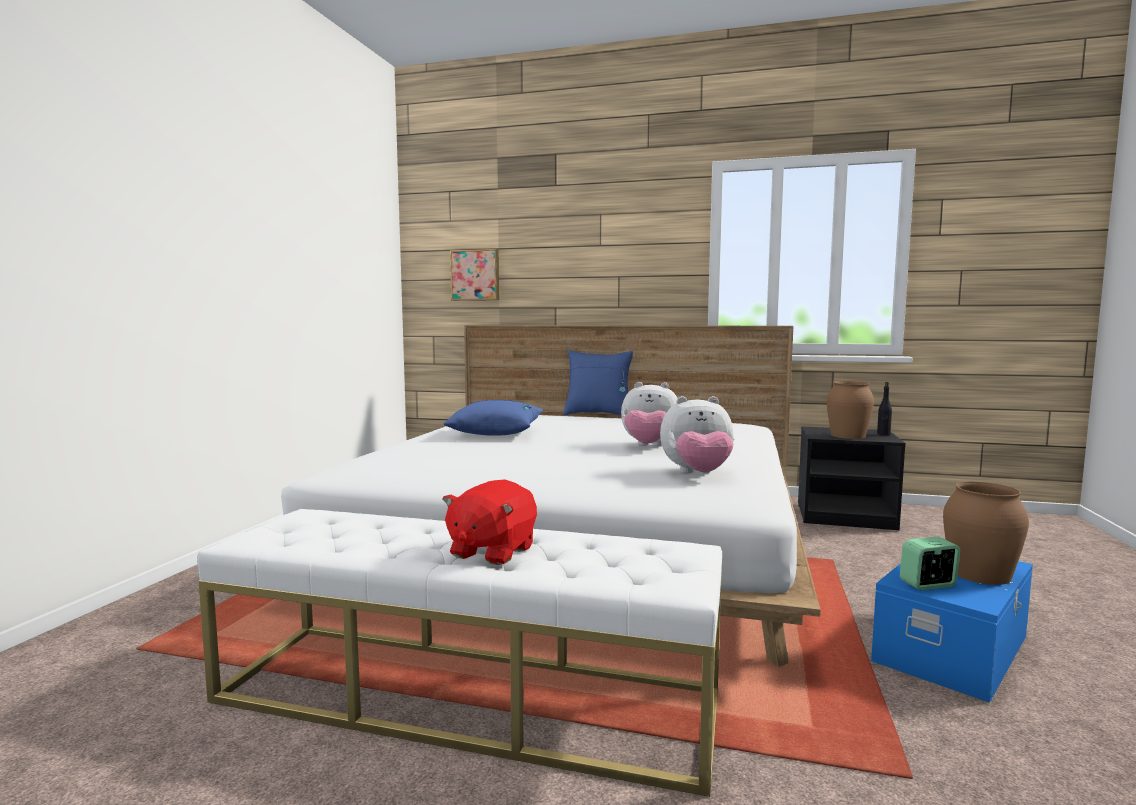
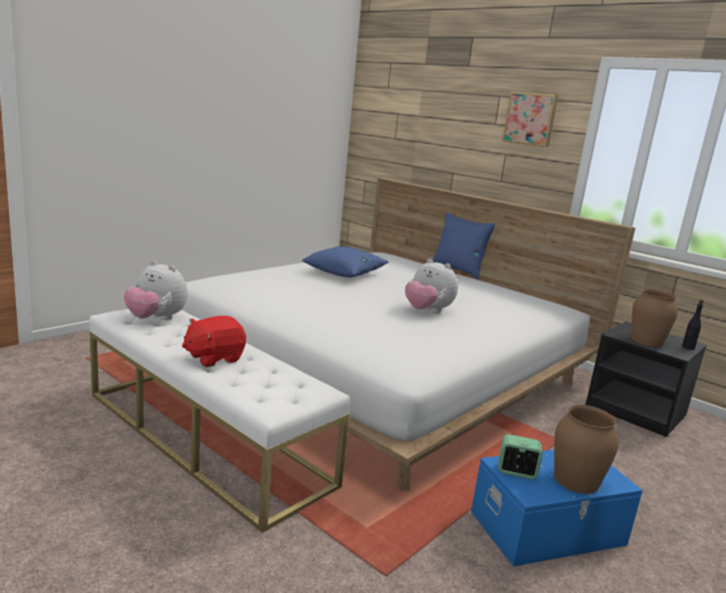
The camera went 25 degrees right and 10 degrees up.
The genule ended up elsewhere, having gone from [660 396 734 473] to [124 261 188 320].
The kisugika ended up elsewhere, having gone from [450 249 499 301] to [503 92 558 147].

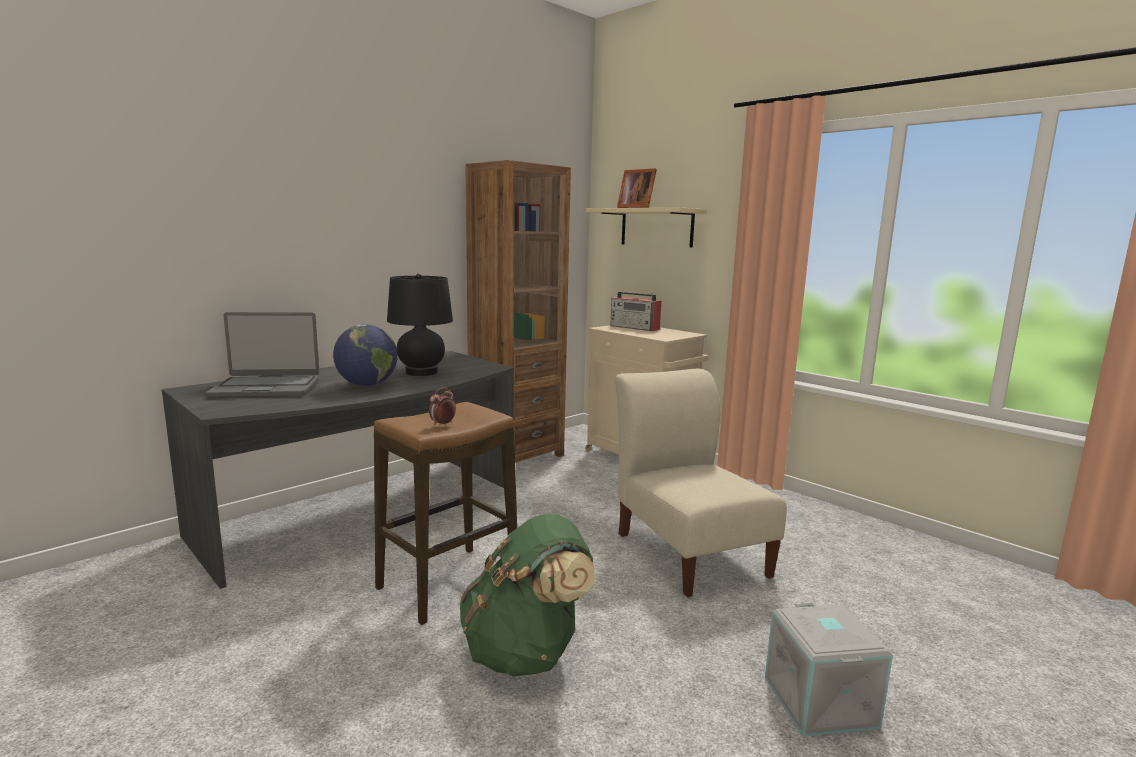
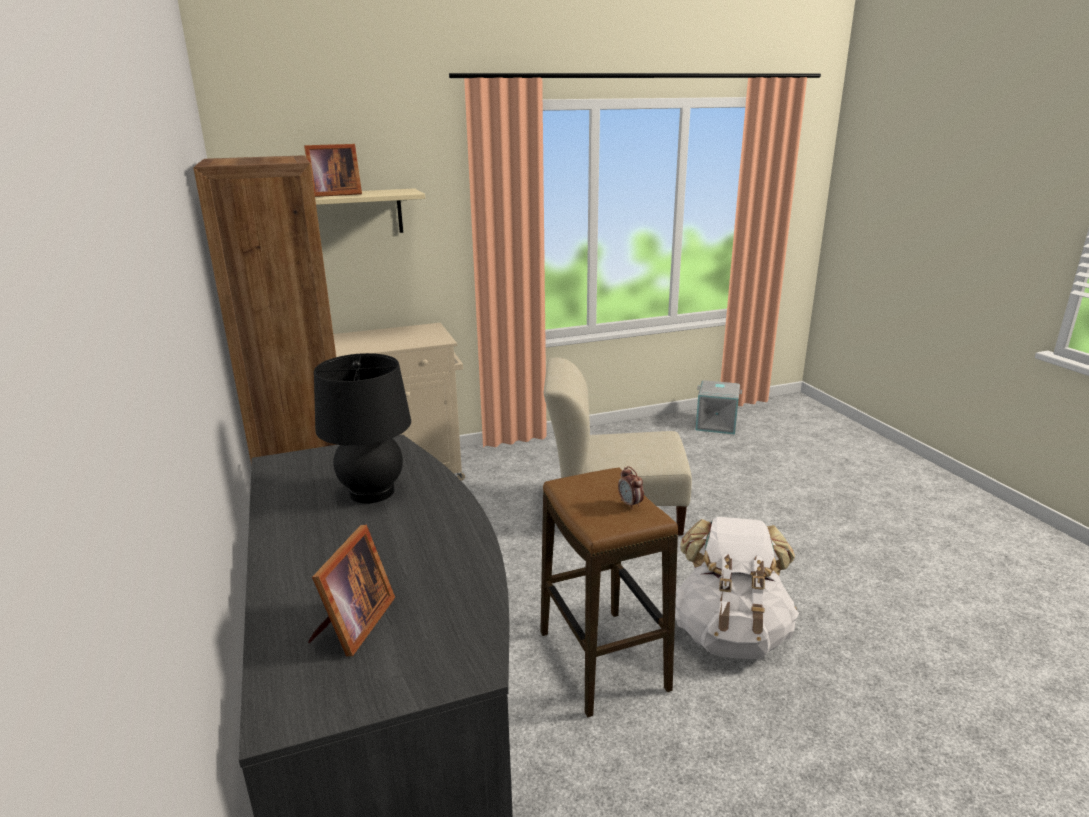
The camera went 65 degrees left and 10 degrees up.
Where the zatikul stood at [206 312 319 398], the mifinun came to stand at [308 525 395 656].
What was the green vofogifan at [460 514 595 676] turned into the white vofogifan at [675 517 799 659].
The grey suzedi ended up elsewhere, having gone from [765 603 893 736] to [696 380 742 434].
The second view lost the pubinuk at [333 324 398 386].
The second view lost the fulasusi at [610 292 661 331].

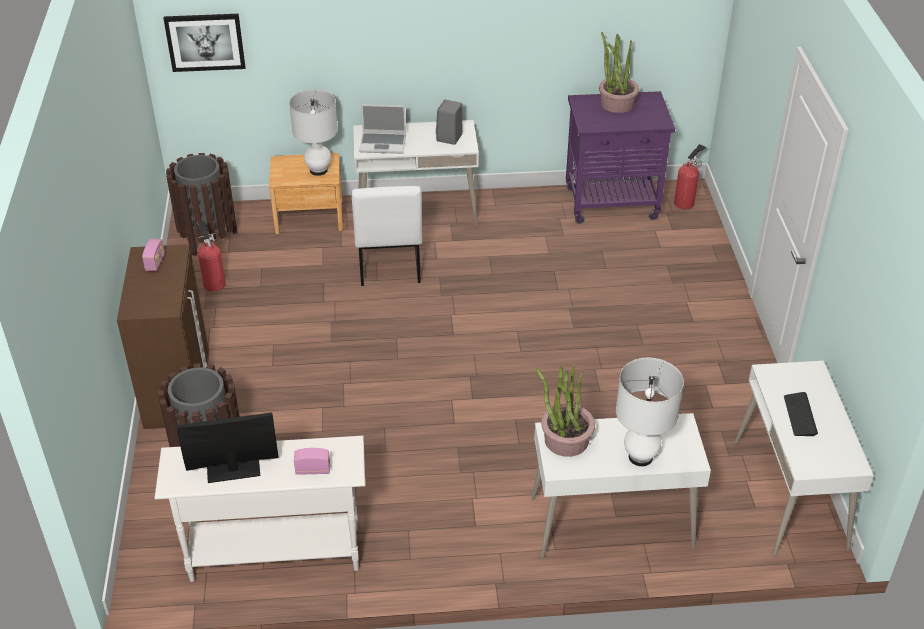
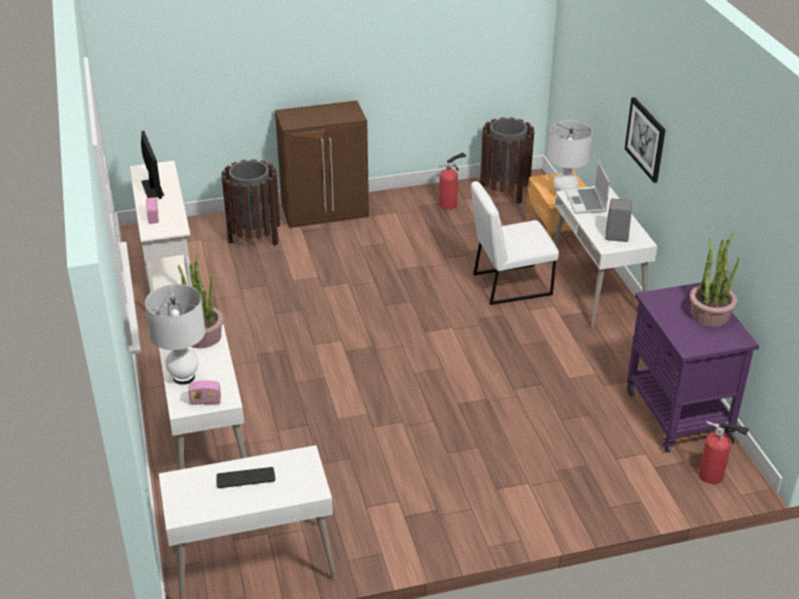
The camera went 80 degrees right and 5 degrees down.
The fulasusi ended up elsewhere, having gone from [142 239 165 271] to [188 380 221 405].
The kisugika ended up elsewhere, having gone from [163 14 245 72] to [625 97 665 183].

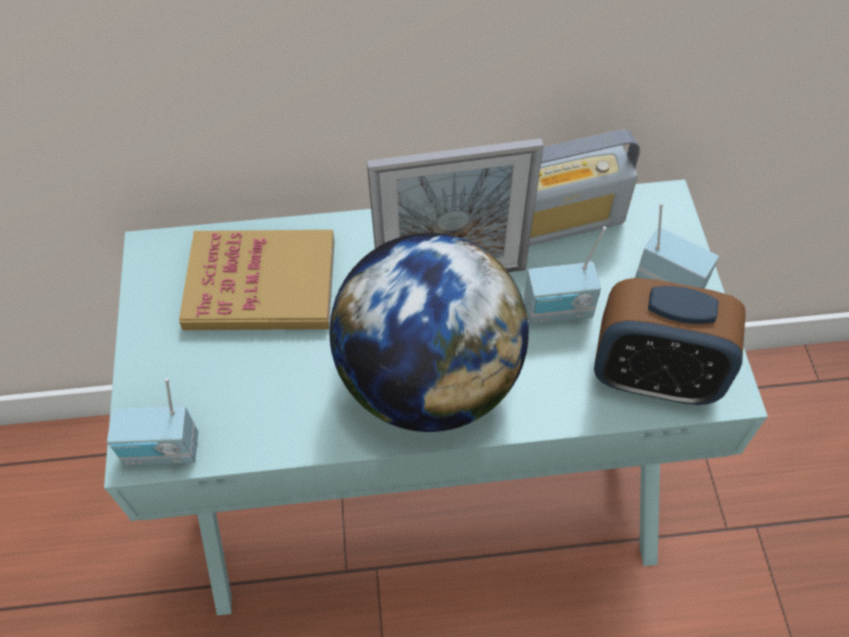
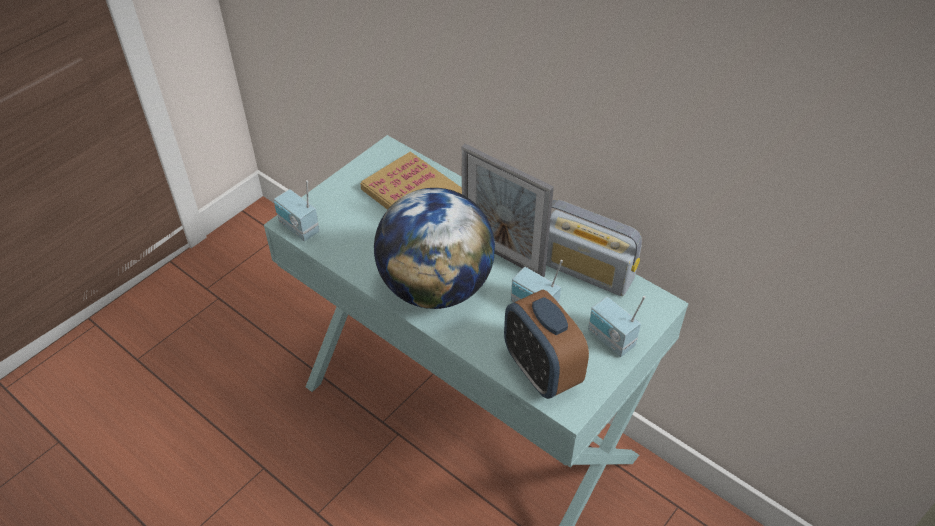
The camera went 45 degrees right and 10 degrees down.
The fulasusi at [635 203 719 289] ended up facing another way, 150 degrees clockwise from before.

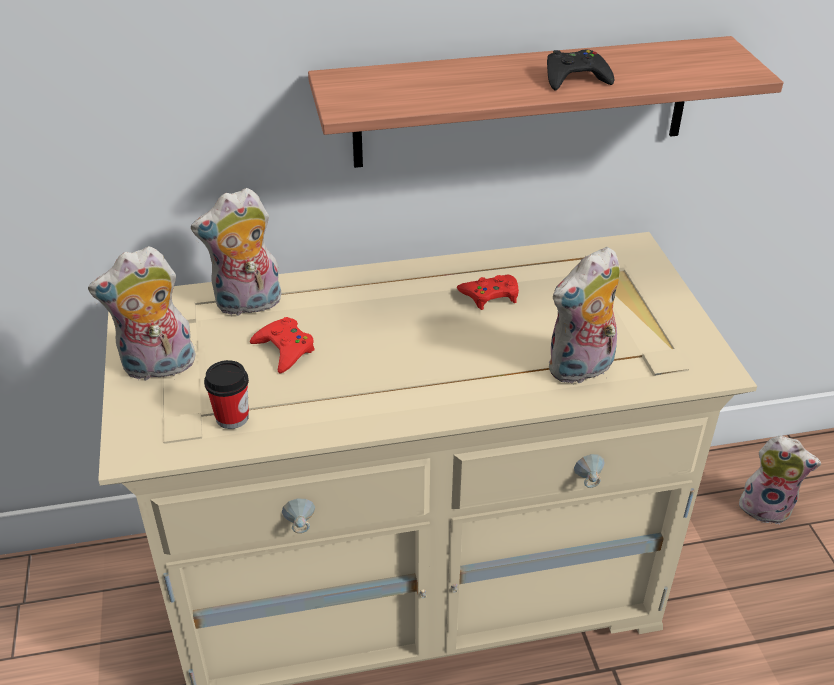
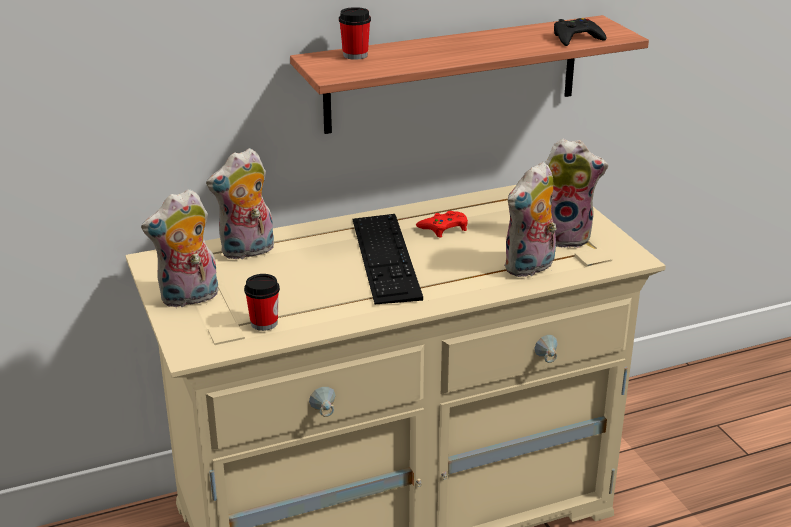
The camera went 10 degrees left and 10 degrees down.
The second view gained the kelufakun at [339 7 371 60].
The second view gained the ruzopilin at [353 214 423 304].
The genule ended up elsewhere, having gone from [739 436 821 525] to [545 139 608 248].
The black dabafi ended up elsewhere, having gone from [547 50 615 91] to [554 18 606 46].
The second view lost the red dabafi at [250 317 315 373].

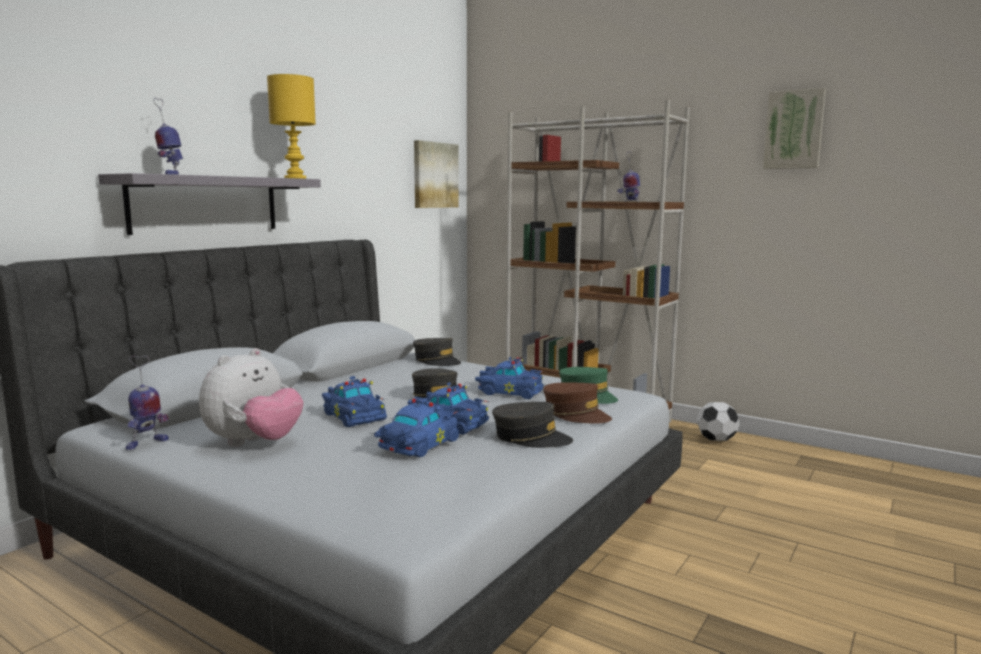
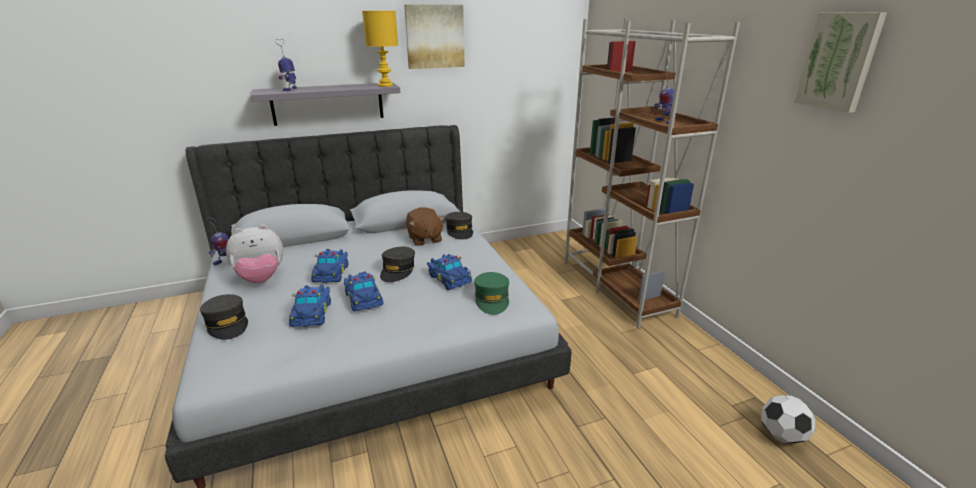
The camera went 35 degrees right and 15 degrees up.
The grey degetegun ended up elsewhere, having gone from [492 402 573 448] to [200 294 248 340].
The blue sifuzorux at [374 398 459 457] ended up facing another way, 105 degrees clockwise from before.
The kisugika ended up elsewhere, having gone from [414 140 459 208] to [404 4 465 69].
The second view gained the brown genule at [406 207 445 246].
The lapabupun ended up elsewhere, having gone from [697 402 740 441] to [761 395 815 444].
The second view lost the brown degetegun at [543 382 612 423].

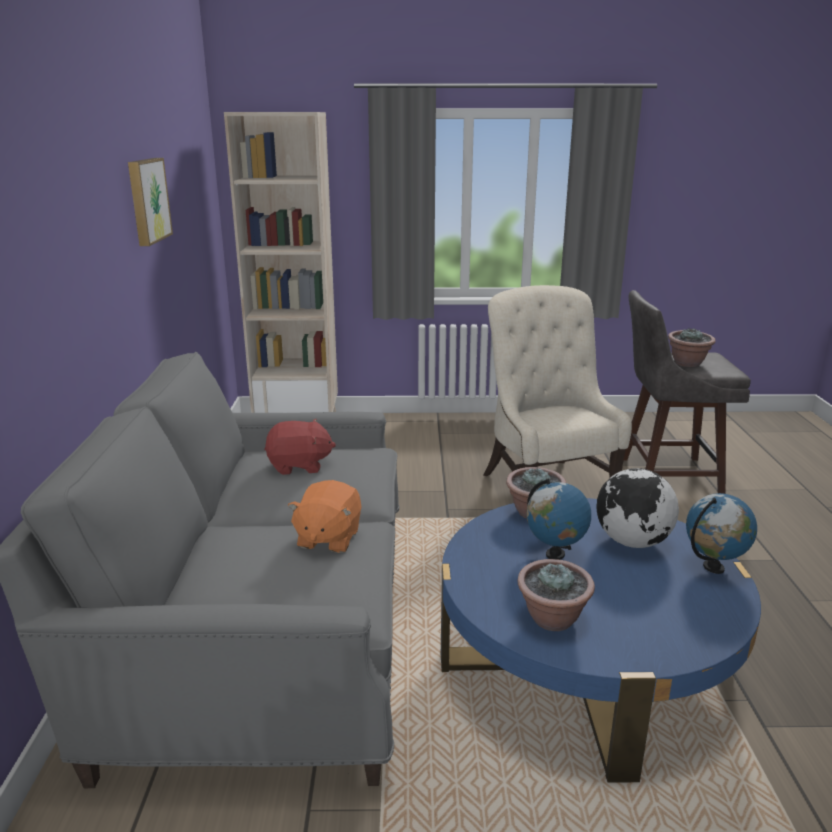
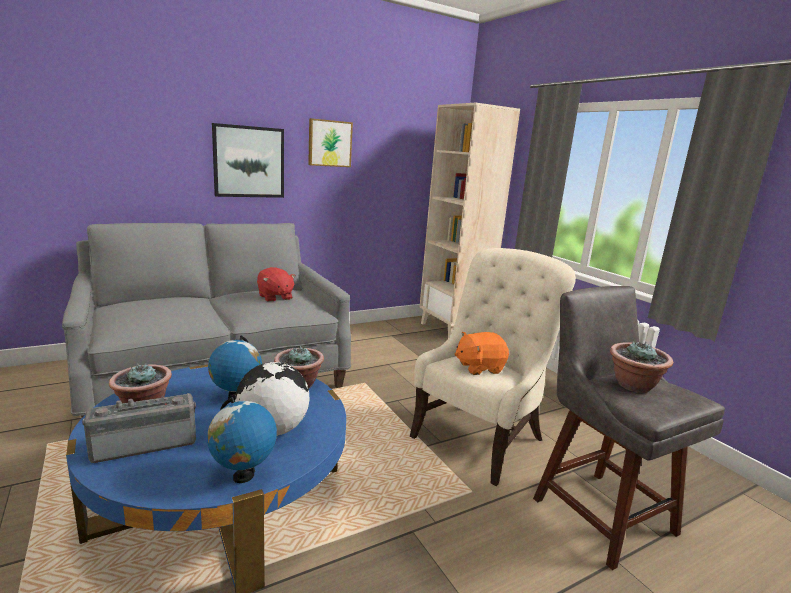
The camera went 60 degrees right and 5 degrees down.
The second view gained the fulasusi at [82 393 196 463].
The second view gained the kisugika at [212 123 284 198].
The orange genule ended up elsewhere, having gone from [287 480 362 553] to [455 332 509 375].

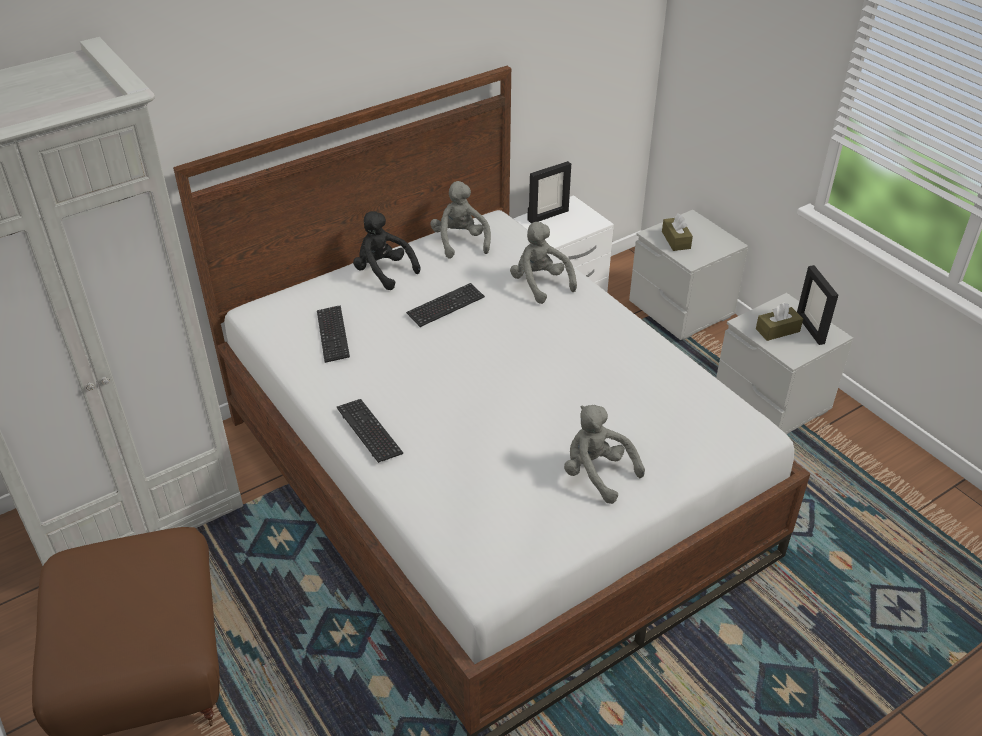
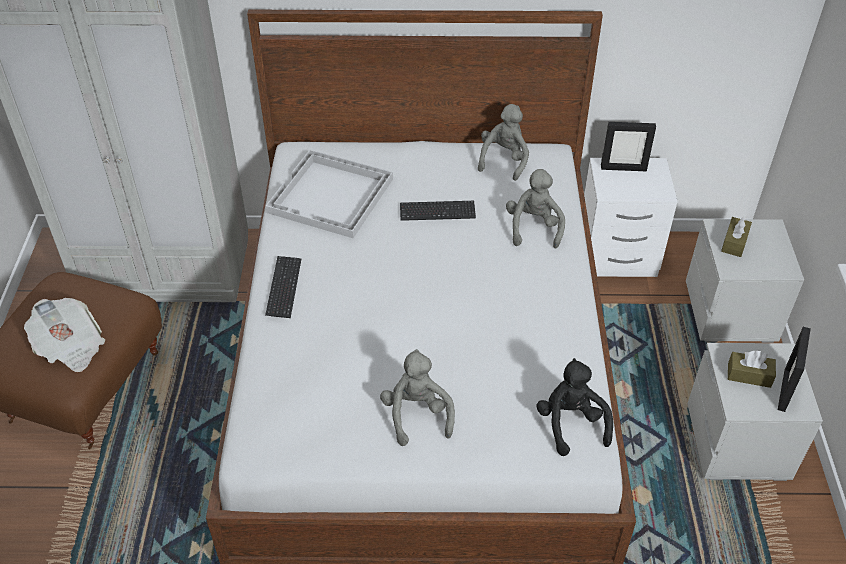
The camera went 35 degrees right and 5 degrees up.
The second view gained the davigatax at [24 298 105 372].
Where the ruzopilin stood at [317 305 350 363], the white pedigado came to stand at [265 150 393 238].
The black genule ended up elsewhere, having gone from [353 211 420 290] to [536 358 613 456].

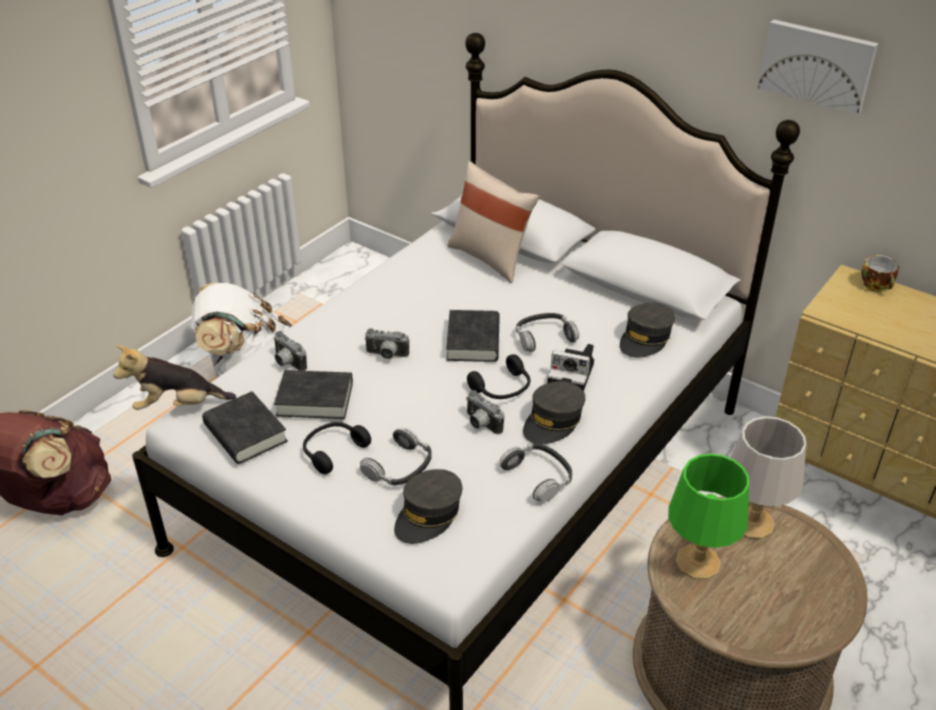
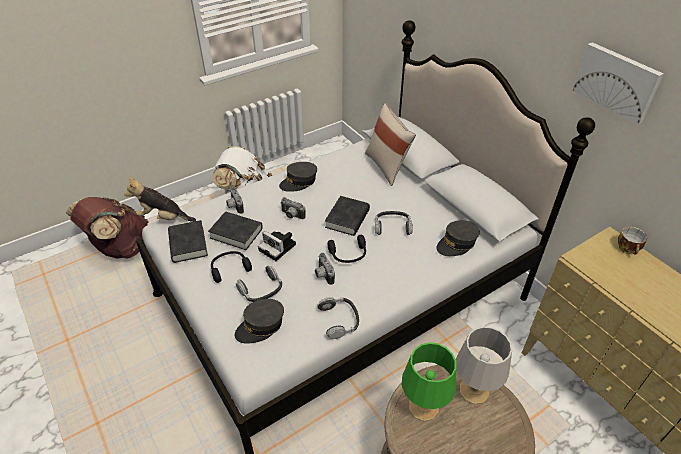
The camera went 20 degrees right and 5 degrees up.
The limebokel ended up elsewhere, having gone from [547 344 594 391] to [258 231 296 261].
The grey degetegun ended up elsewhere, having gone from [523 381 585 444] to [279 162 317 192].

